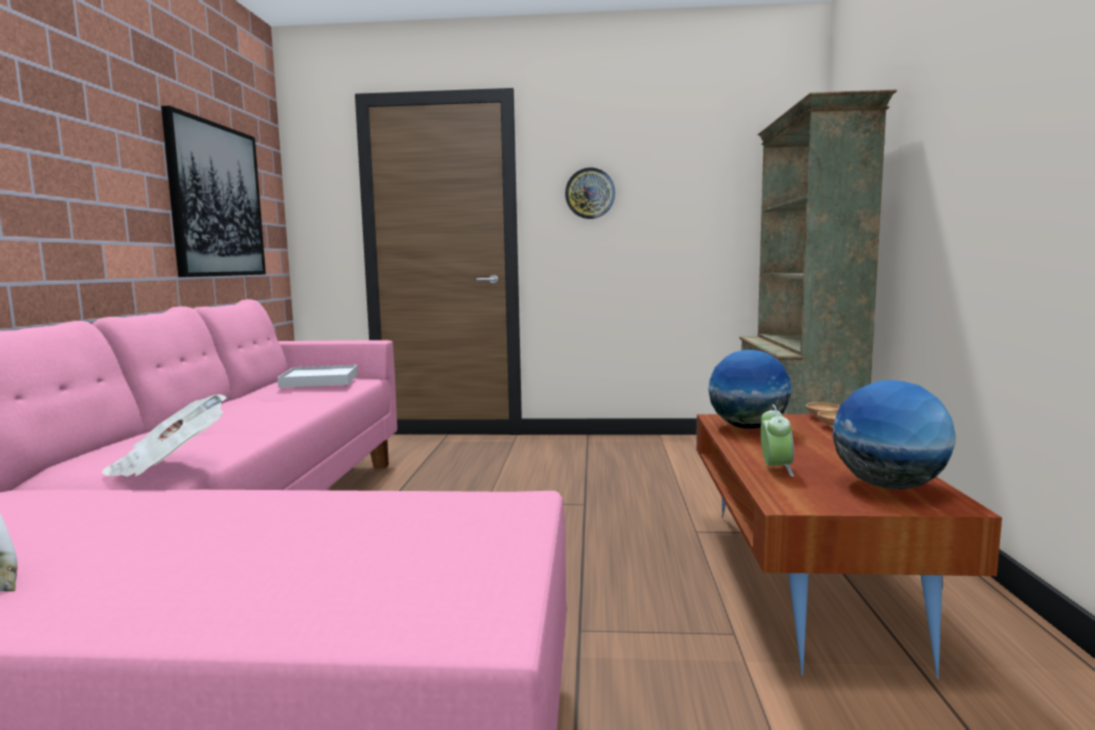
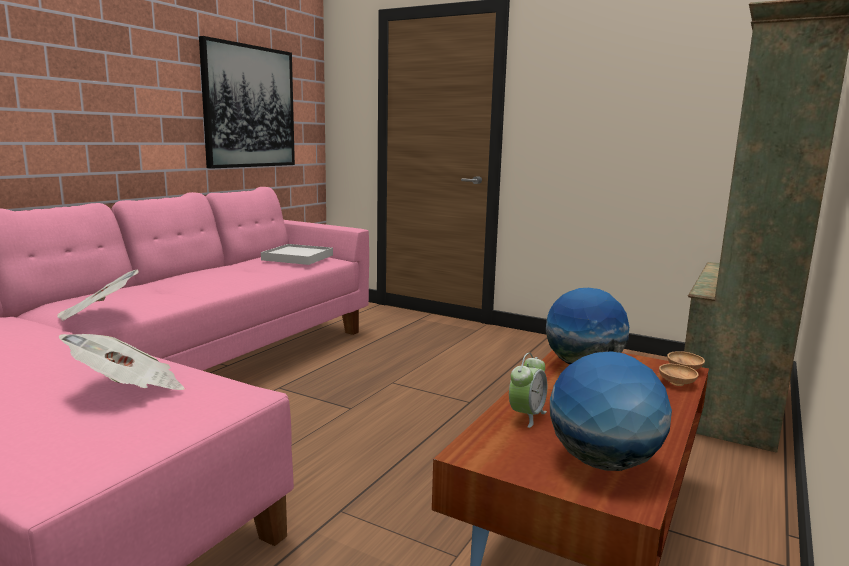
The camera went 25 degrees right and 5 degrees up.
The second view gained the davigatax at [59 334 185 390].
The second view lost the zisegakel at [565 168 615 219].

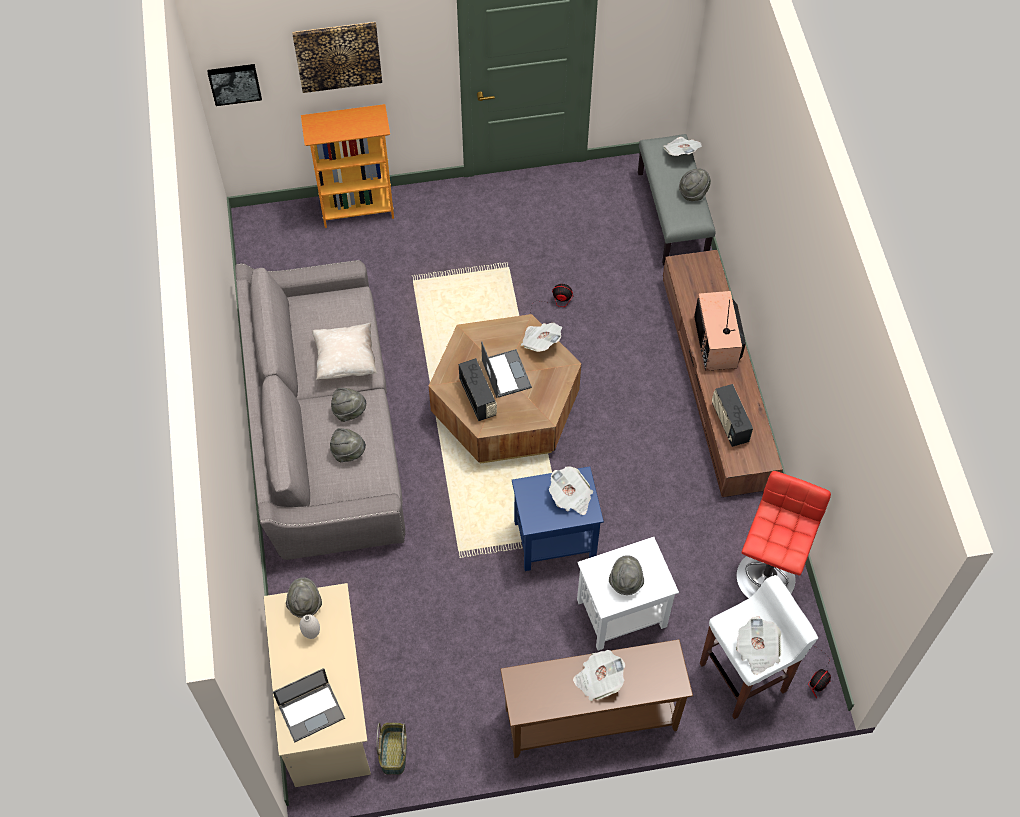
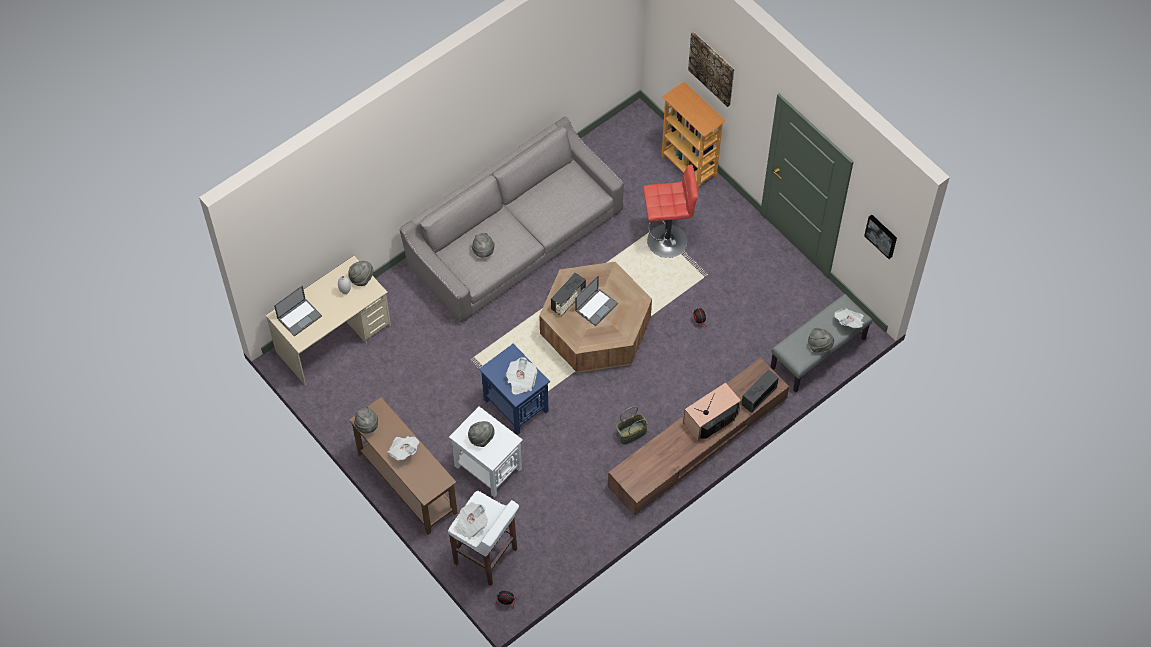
The camera went 60 degrees right and 0 degrees up.
The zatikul at [273 668 345 743] ended up facing another way, 75 degrees counterclockwise from before.
The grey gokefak ended up elsewhere, having gone from [331 388 366 422] to [354 407 378 434].
The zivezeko ended up elsewhere, having gone from [377 723 407 775] to [616 406 648 444].
The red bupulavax ended up elsewhere, having gone from [736 471 831 598] to [643 164 698 258].
The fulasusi ended up elsewhere, having gone from [712 384 753 447] to [741 369 779 413].
The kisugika ended up elsewhere, having gone from [207 64 262 106] to [864 215 897 259].
The second view lost the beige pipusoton at [312 323 377 380].
The second view lost the davigatax at [521 322 562 352].

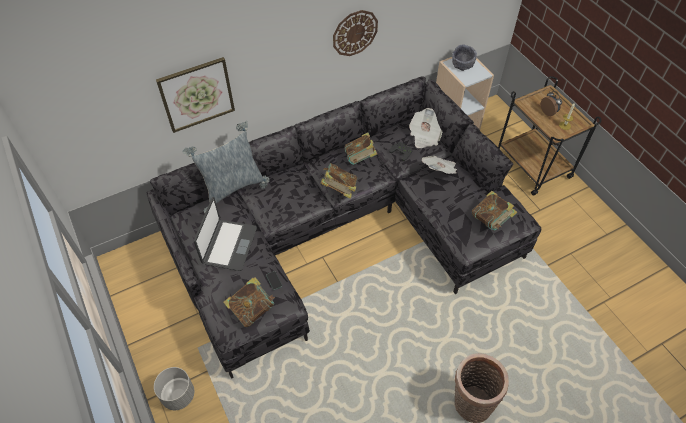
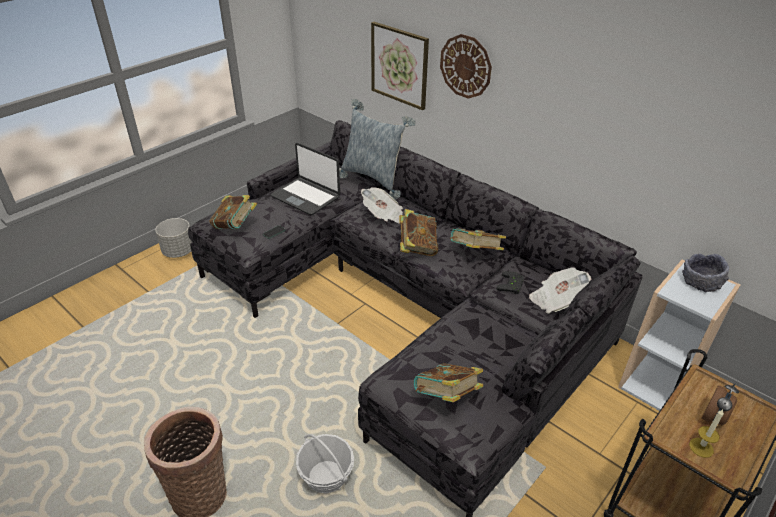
The camera went 70 degrees right and 15 degrees down.
The zatikul at [194 197 257 271] ended up facing another way, 45 degrees clockwise from before.
The second view gained the zivezeko at [296 434 354 494].
The davigatax ended up elsewhere, having gone from [422 156 457 174] to [361 187 403 224].
The zisegakel ended up elsewhere, having gone from [333 10 378 56] to [440 34 492 99].

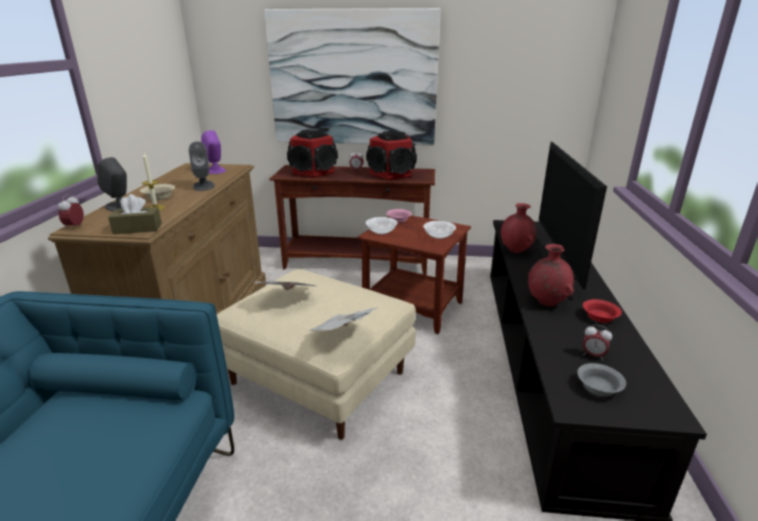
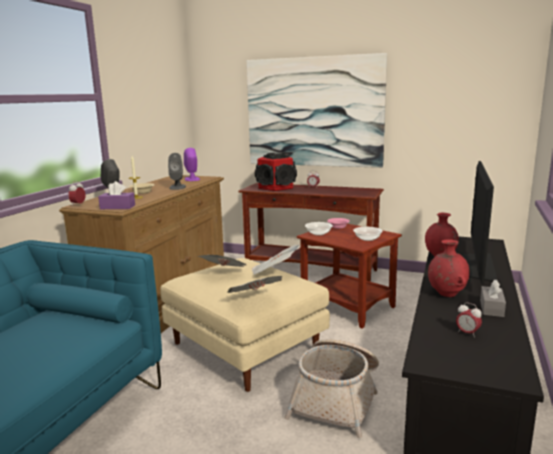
The camera went 15 degrees right and 10 degrees down.
What was the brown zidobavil at [108 194 162 234] turned into the purple zidobavil at [98 181 135 209].
The second view gained the davigatax at [252 244 300 275].
The second view gained the zivezeko at [284 339 379 438].
Where the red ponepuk stood at [583 299 622 323], the grey zidobavil came to stand at [480 280 506 317].
The second view lost the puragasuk at [366 131 417 180].
The second view lost the grey ponepuk at [577 363 626 396].

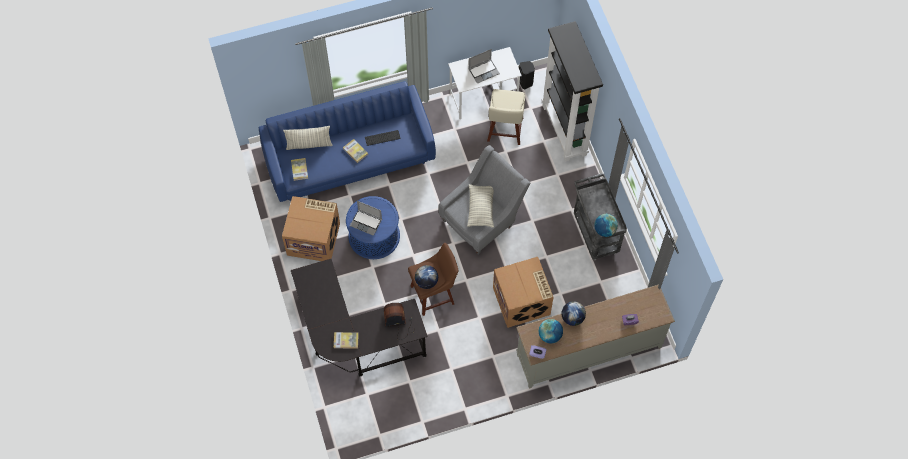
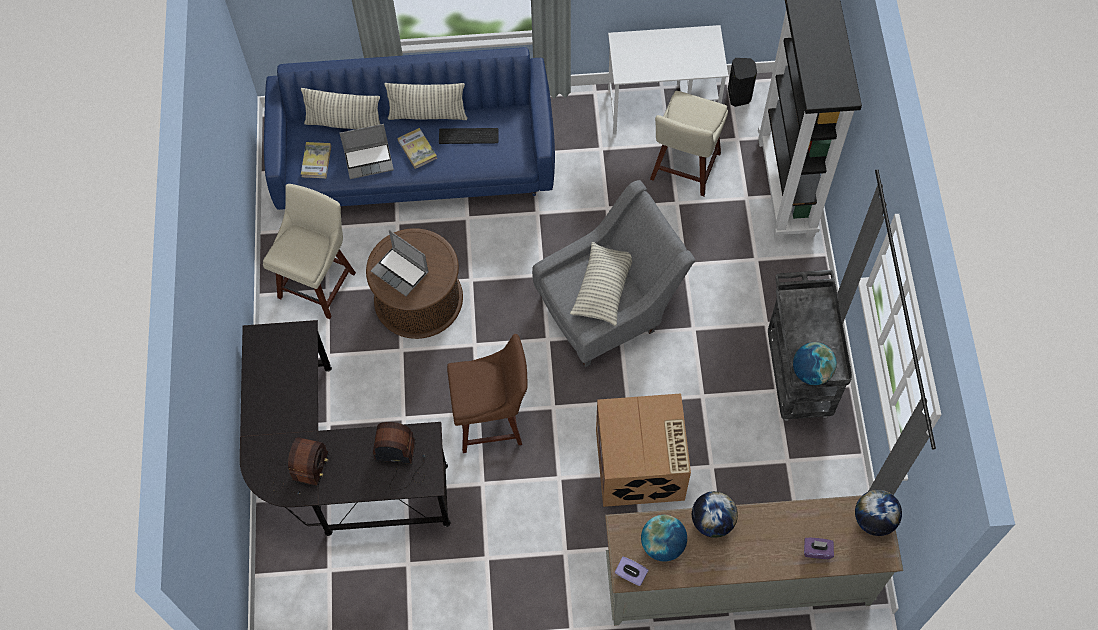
The camera went 15 degrees right and 0 degrees up.
Where the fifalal stood at [282 196 340 261], the beige bupulavax came to stand at [263 184 356 319].
Where the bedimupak stood at [334 332 359 348], the fulasusi came to stand at [269 437 329 495].
The zatikul ended up elsewhere, having gone from [469 49 500 84] to [339 124 394 179].
What was the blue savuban at [346 196 400 259] turned into the brown savuban at [366 228 463 339].
The second view gained the pipusoton at [384 83 467 120].
The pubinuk ended up elsewhere, having gone from [415 265 438 289] to [855 490 902 536].

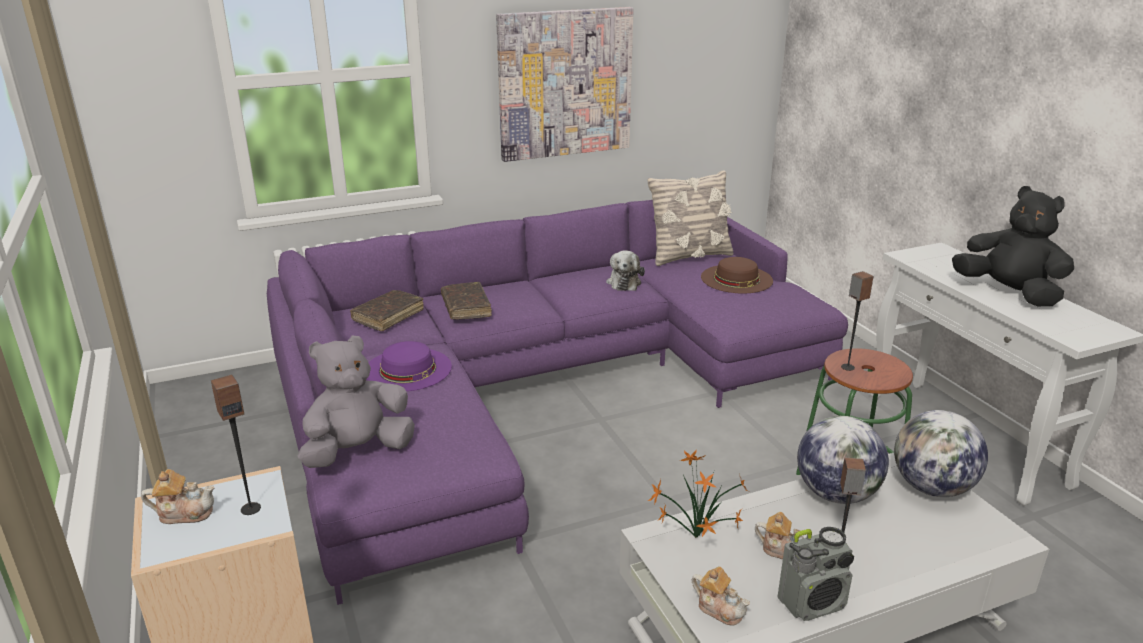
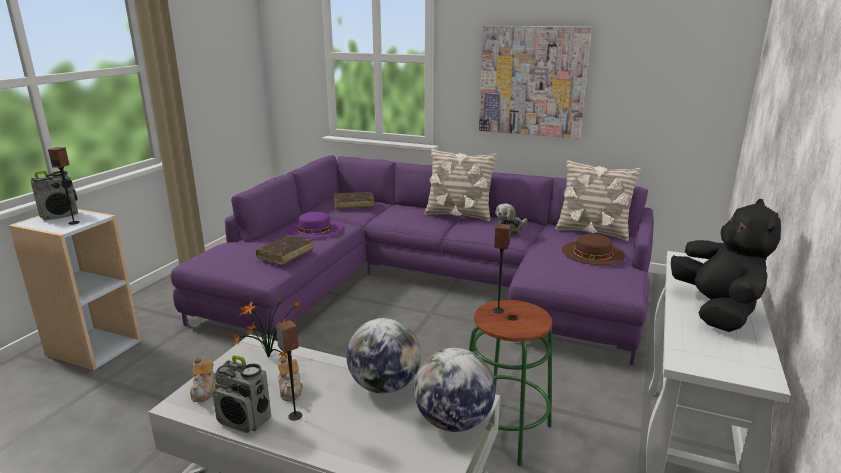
The camera went 45 degrees right and 5 degrees down.
Where the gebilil stood at [141 469 214 524], the fulasusi came to stand at [30 171 78 221].
The brown bedimupak ended up elsewhere, having gone from [441 282 492 320] to [256 235 313 265].
The second view gained the beige pipusoton at [425 149 497 221].
The second view lost the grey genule at [297 335 415 468].

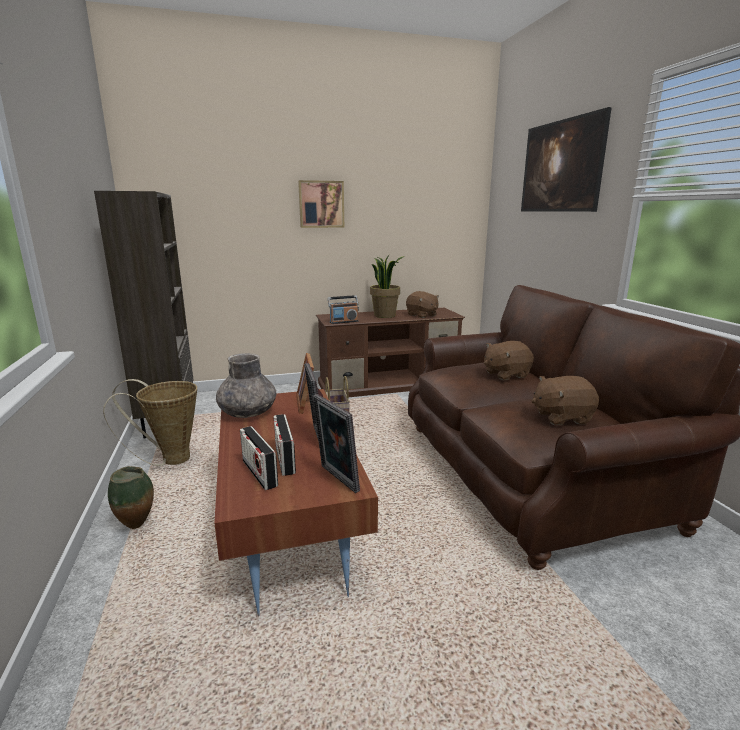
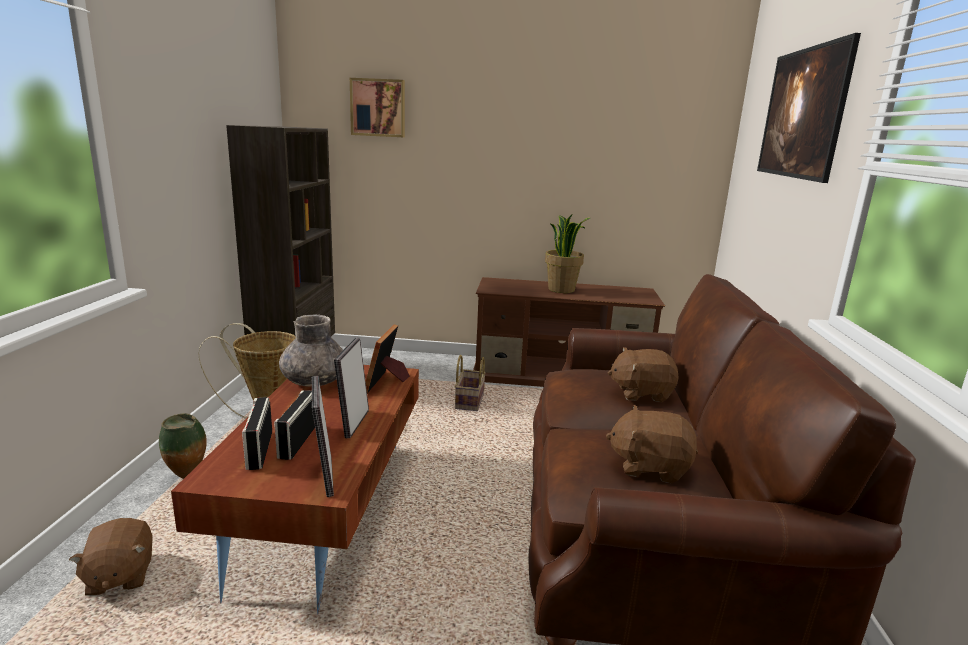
The camera went 20 degrees right and 0 degrees up.
The brown genule ended up elsewhere, having gone from [406 291 439 318] to [69 518 153 596].
The kisugika ended up elsewhere, having gone from [298 180 344 228] to [350 78 405 137].
The second view lost the fulasusi at [328 295 359 324].

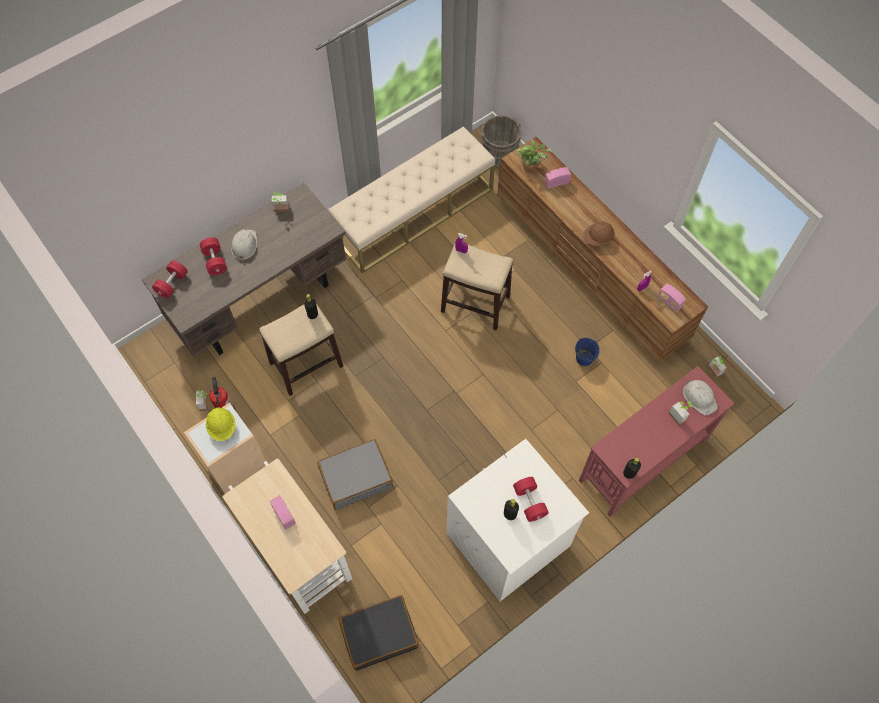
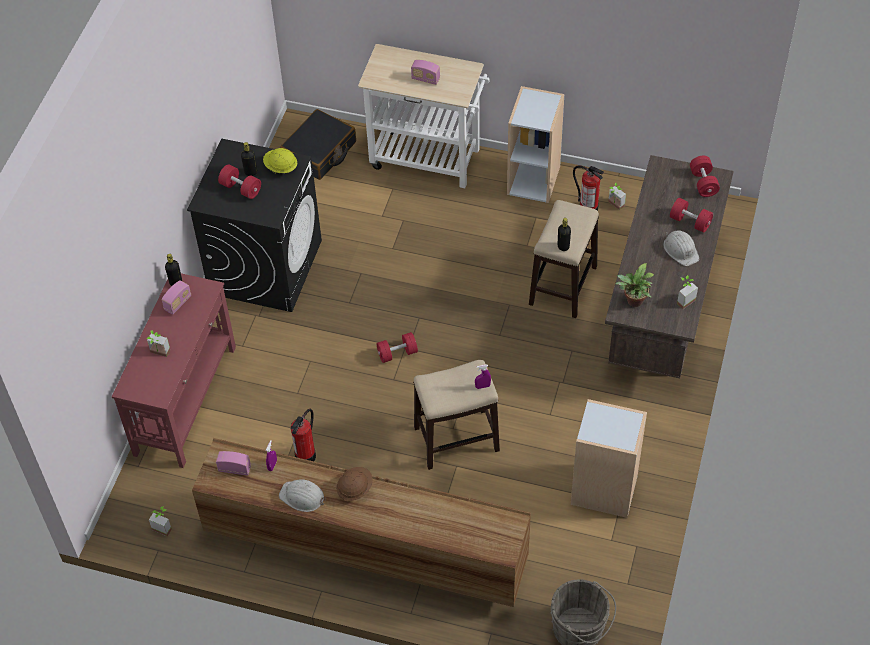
The camera went 145 degrees right and 10 degrees down.
The fulasusi ended up elsewhere, having gone from [545 167 571 189] to [162 280 191 315].
What was the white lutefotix at [447 439 589 601] turned into the black lutefotix at [187 138 322 312].
The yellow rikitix ended up elsewhere, having gone from [206 408 235 441] to [263 148 297 174].
The white rikitix ended up elsewhere, having gone from [683 380 718 416] to [279 479 326 512].
Where the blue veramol stood at [575 338 600 366], the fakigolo came to stand at [290 409 316 461].
The second view gained the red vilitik at [377 332 418 363].
Where the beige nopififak stood at [328 126 495 273], the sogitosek came to stand at [571 399 647 518].
The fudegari ended up elsewhere, having gone from [517 140 553 173] to [615 263 654 307].
The second view lost the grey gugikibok at [317 439 393 510].

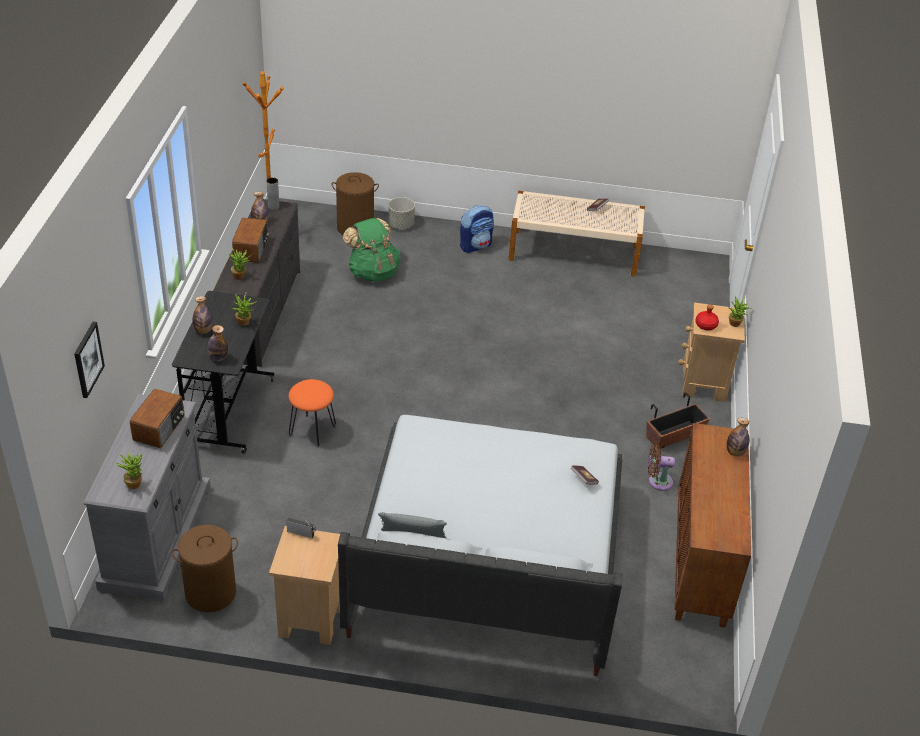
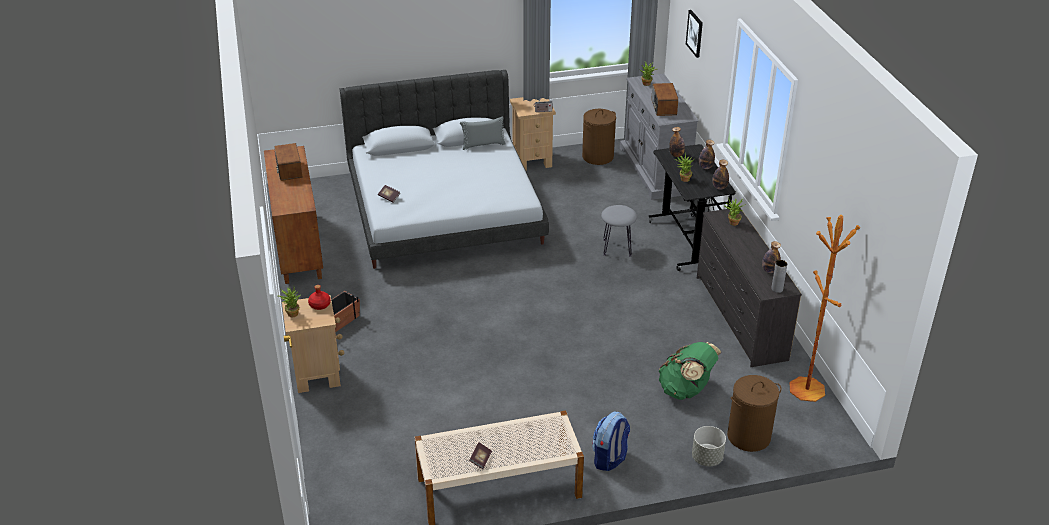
The camera went 160 degrees right and 5 degrees down.
The fulasusi ended up elsewhere, having gone from [232 218 269 263] to [274 143 303 181].
What was the orange bupulavax at [289 379 336 447] turned into the grey bupulavax at [601 205 637 256].
The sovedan ended up elsewhere, having gone from [726 418 749 457] to [712 160 729 190].
The second view lost the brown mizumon at [648 445 675 491].

